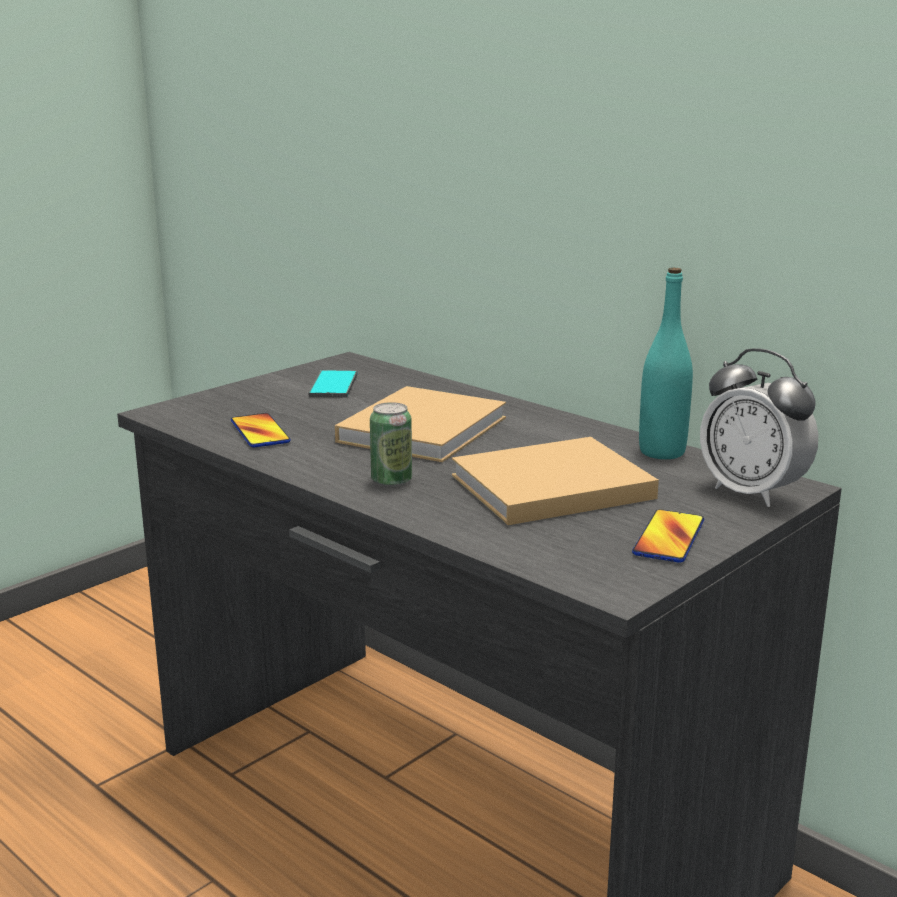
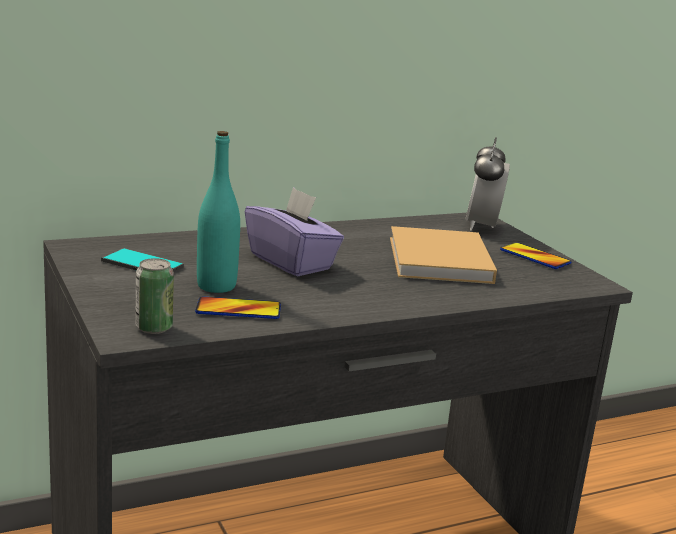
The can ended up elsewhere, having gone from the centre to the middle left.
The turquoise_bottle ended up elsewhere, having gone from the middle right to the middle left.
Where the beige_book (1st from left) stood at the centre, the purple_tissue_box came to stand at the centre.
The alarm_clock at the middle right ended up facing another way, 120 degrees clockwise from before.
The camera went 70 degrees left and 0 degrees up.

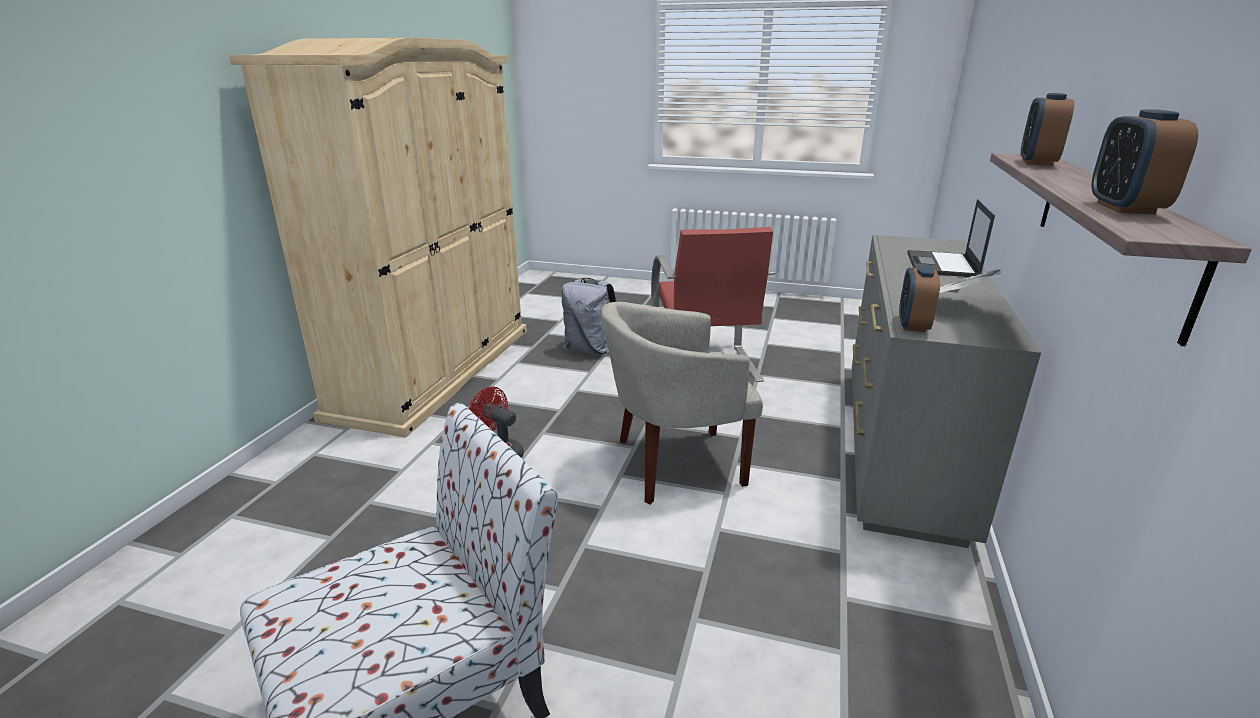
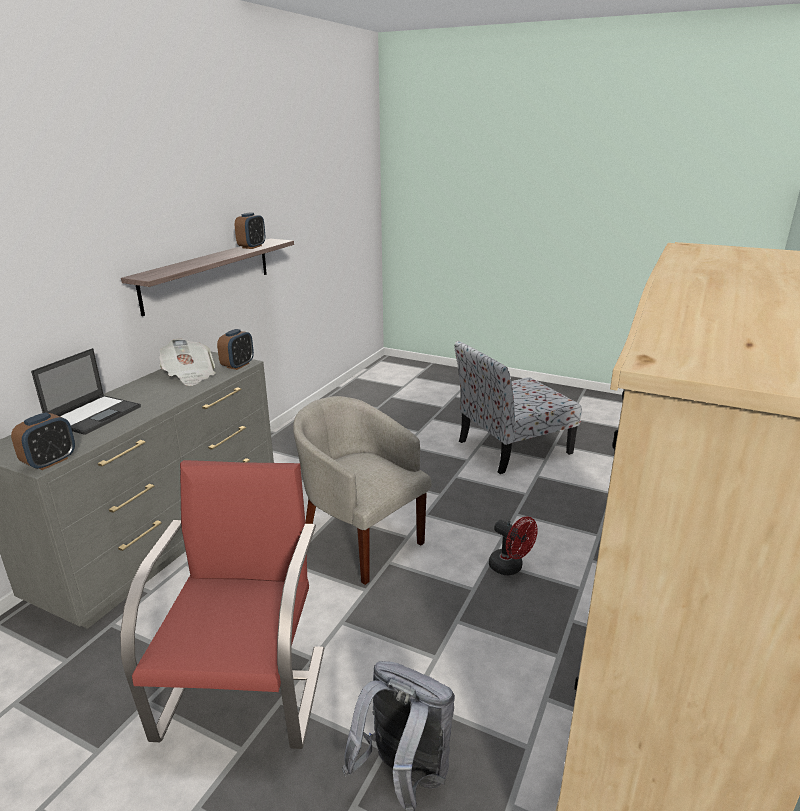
The alarm_clock (2nd from left in the first image) ended up elsewhere, having gone from the top right to the middle left.
The beige_armchair at the centre ended up facing another way, 135 degrees counterclockwise from before.
The camera went 170 degrees left and 0 degrees up.

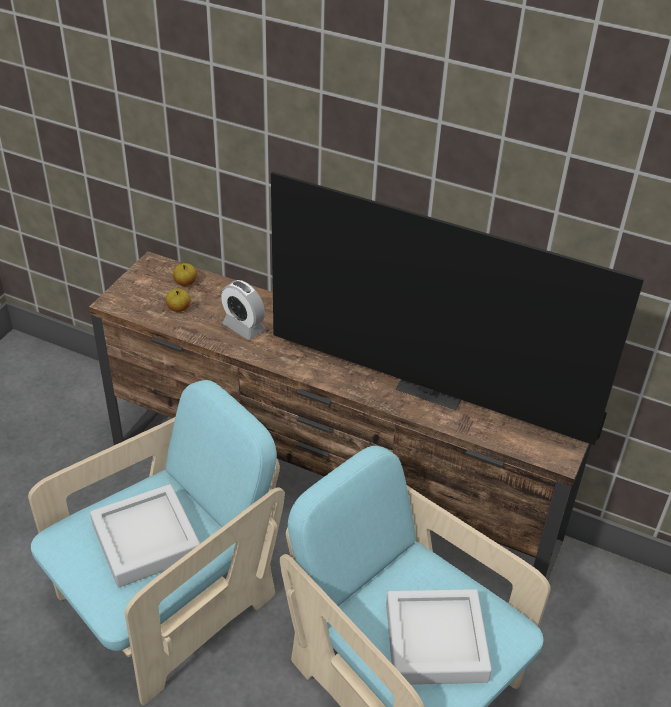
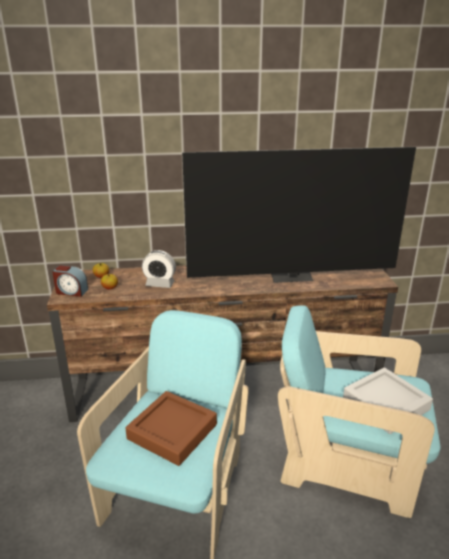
The second view gained the alarm_clock (1st from left) at the middle left.
What was the grey_tray (1st from left) at the bottom left turned into the brown_tray at the bottom centre.
The camera went 30 degrees left and 15 degrees down.

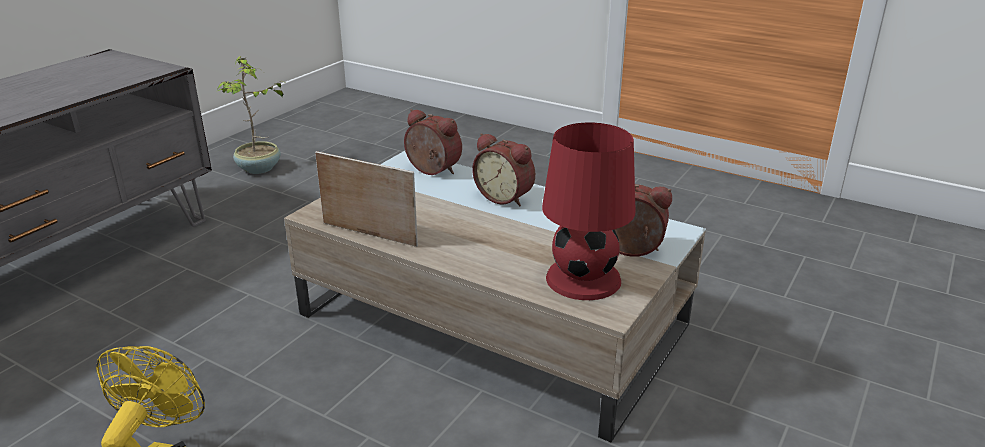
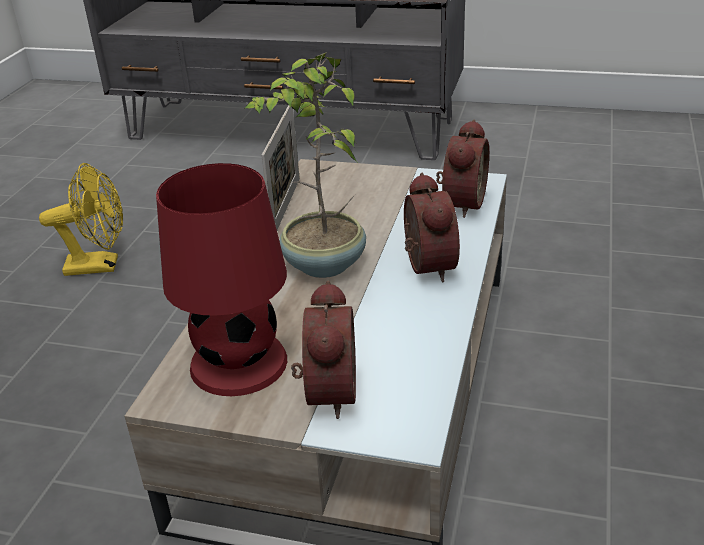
The potted_plant ended up elsewhere, having gone from the top left to the top centre.
The alarm_clock (2nd from left) at the centre ended up facing another way, 150 degrees clockwise from before.
The camera went 75 degrees right and 5 degrees up.

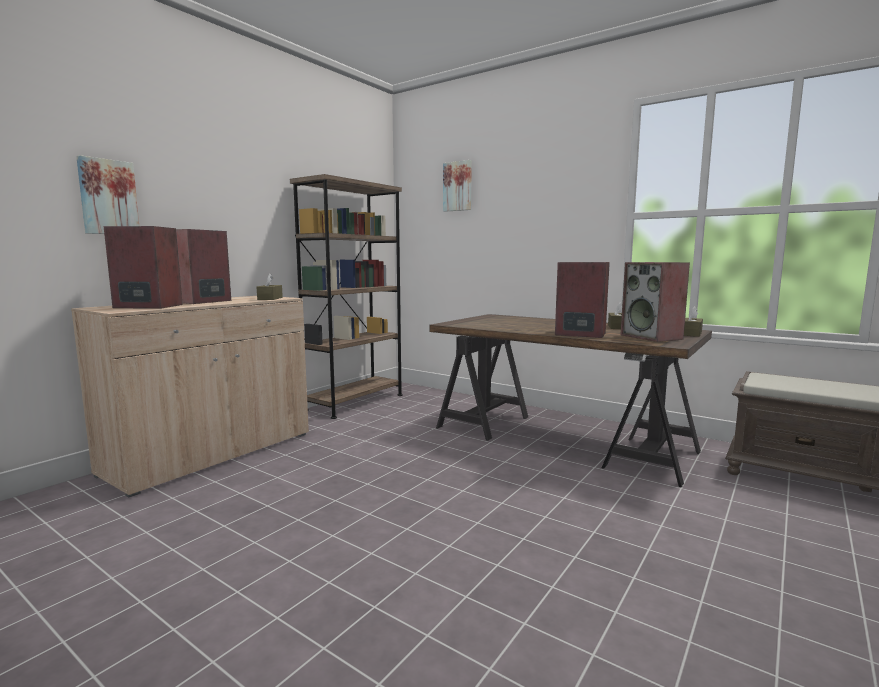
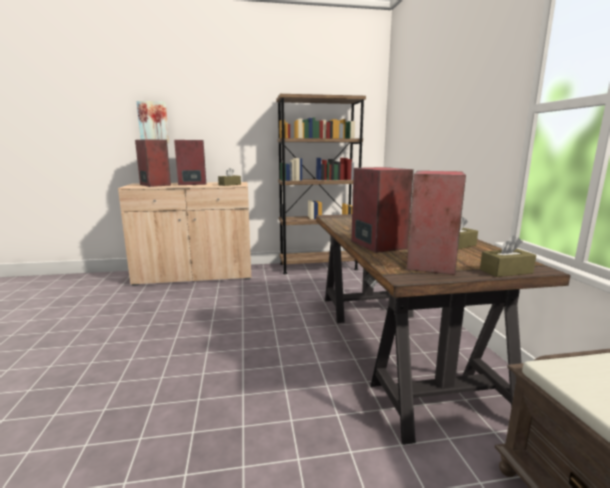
The second view lost the picture (2nd from left) at the top centre.
The camera went 45 degrees right and 5 degrees up.

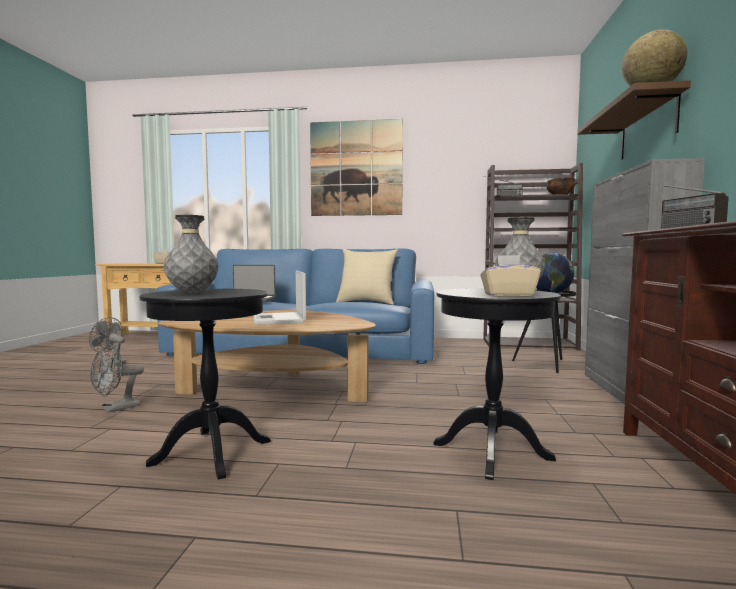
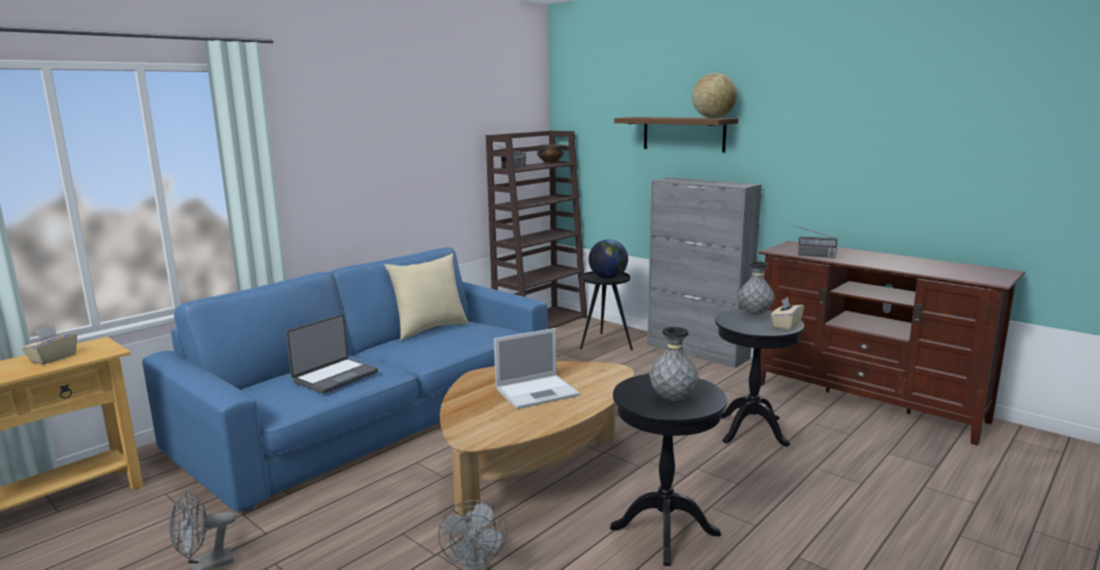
The laptop (2nd from left) at the centre ended up facing another way, 45 degrees counterclockwise from before.
The second view lost the picture at the top centre.
The camera went 55 degrees left and 10 degrees up.

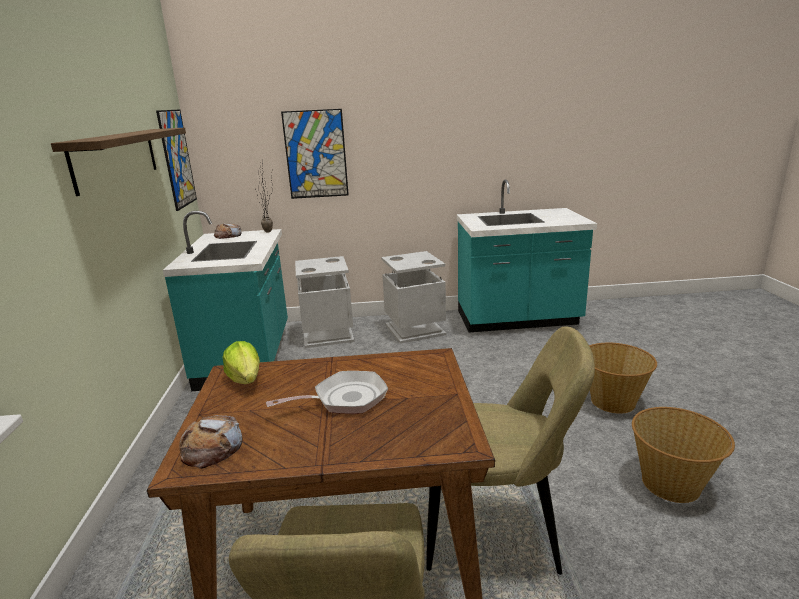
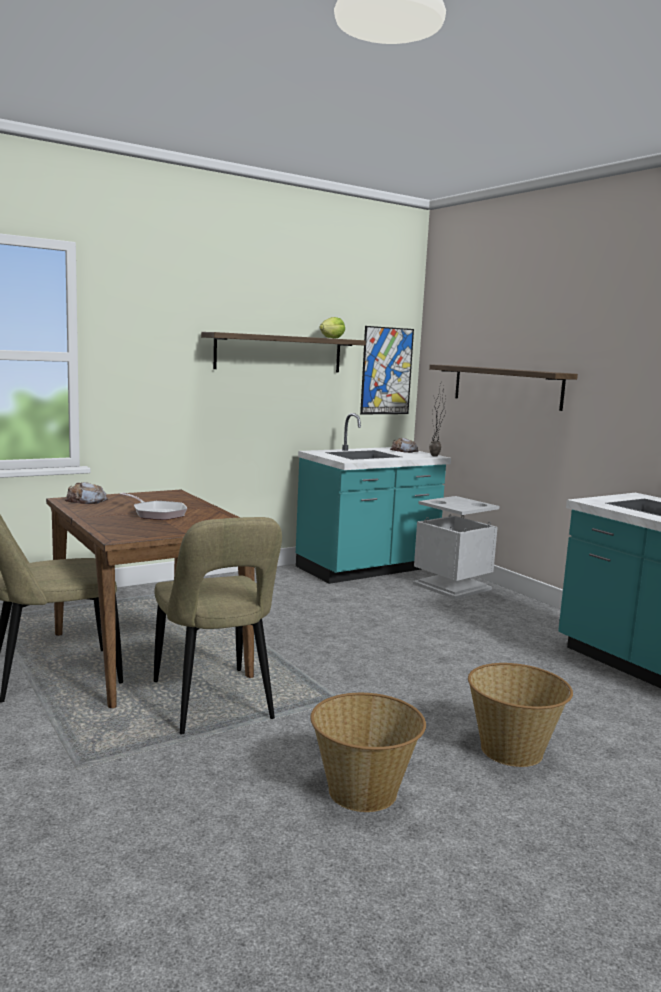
The lettuce ended up elsewhere, having gone from the middle left to the top centre.
Where the picture (2nd from left) hung at the top centre, the shelf (2nd from left) came to hang at the middle right.
The second view lost the grey_trash_can (2nd from left) at the centre.
The camera went 60 degrees right and 10 degrees down.

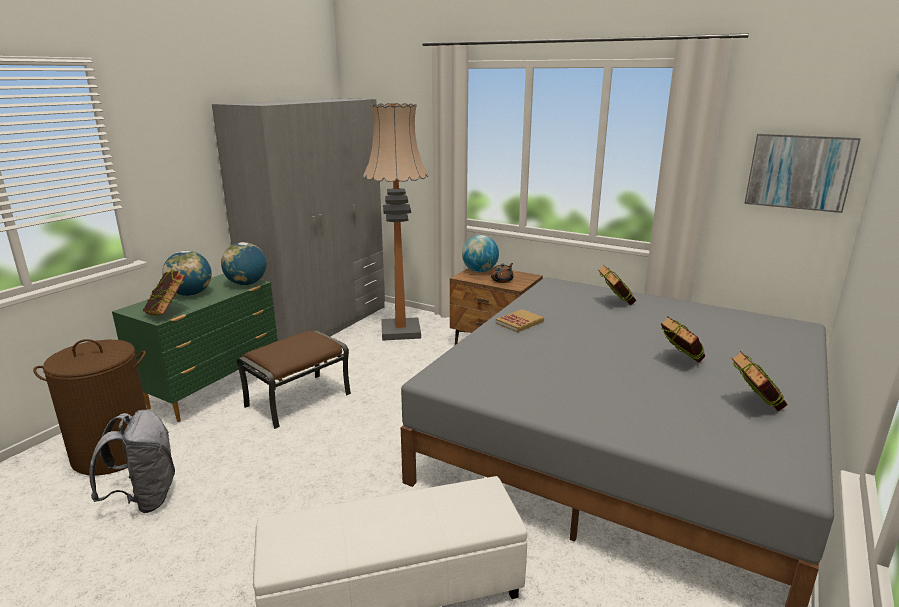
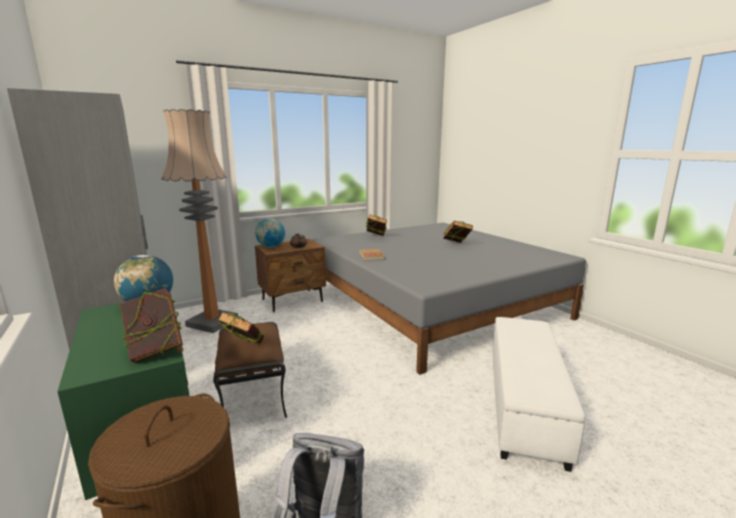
The book (5th from left in the first image) ended up elsewhere, having gone from the middle right to the middle left.
The second view lost the globe (1st from left) at the middle left.
The second view lost the picture at the top right.
The camera went 60 degrees left and 5 degrees down.

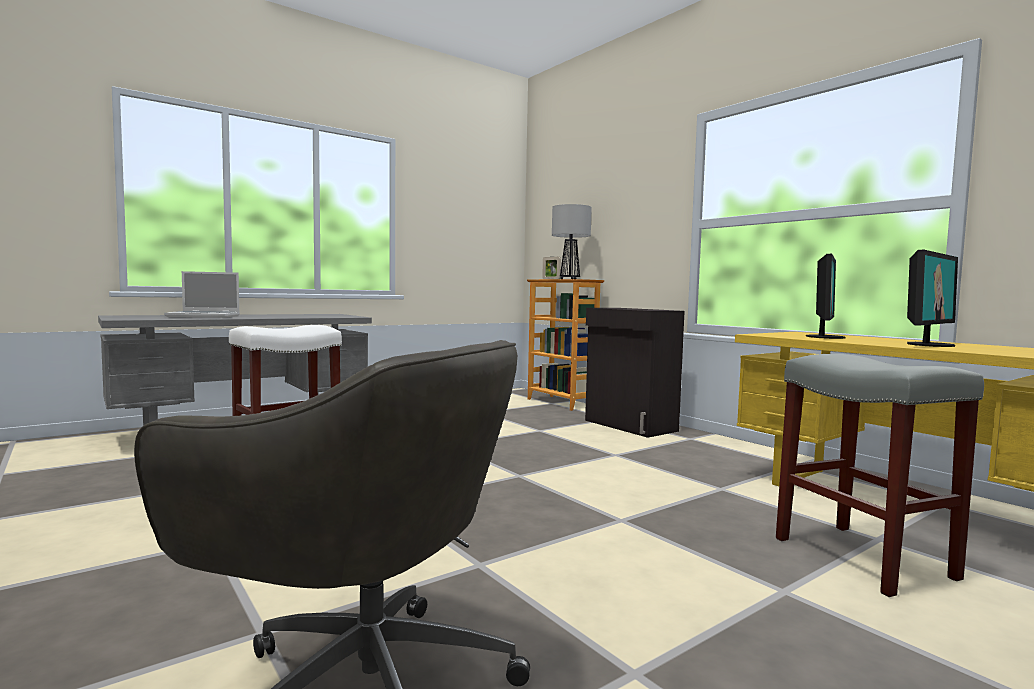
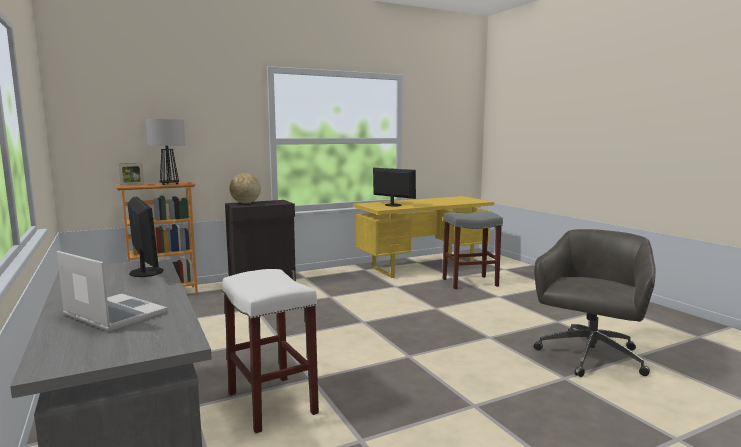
The laptop at the middle left ended up facing another way, 60 degrees counterclockwise from before.
The monitor (2nd from left in the first image) ended up elsewhere, having gone from the middle right to the middle left.
The second view gained the globe at the middle left.
The camera went 80 degrees left and 5 degrees up.

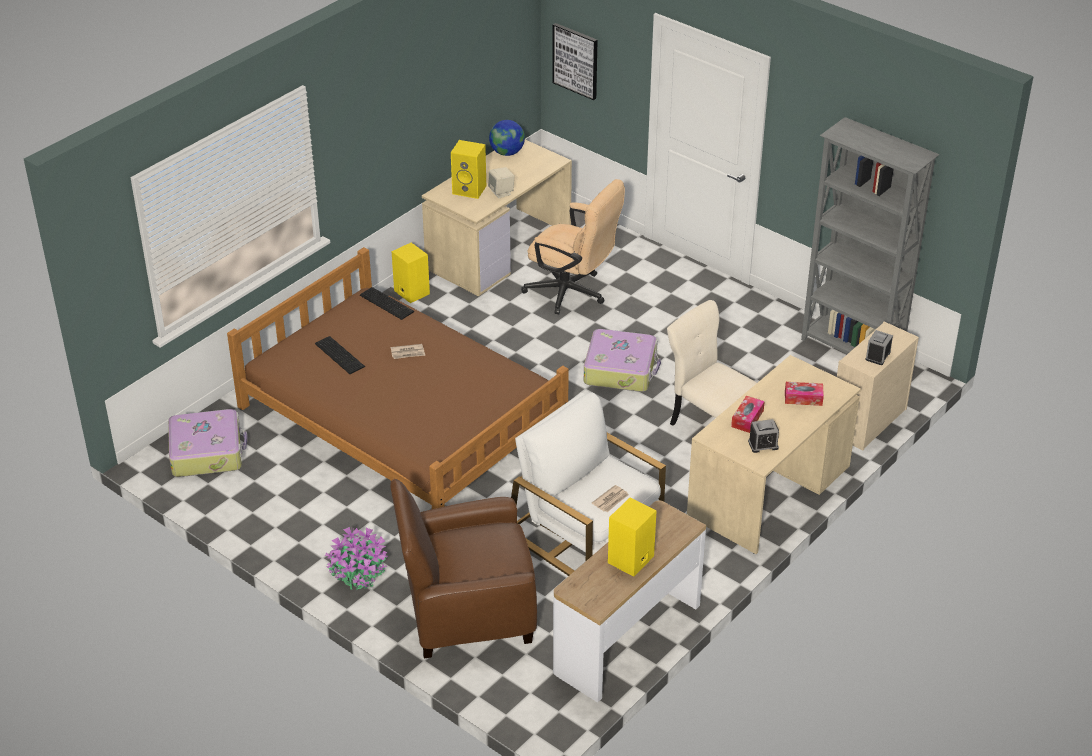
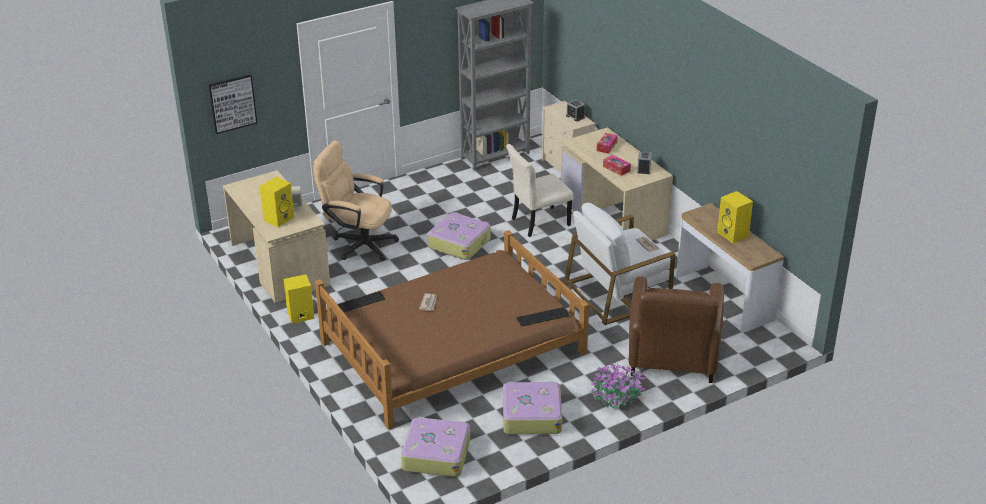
The beige_office_chair at the top centre ended up facing another way, 120 degrees counterclockwise from before.
The second view gained the suitcase (3rd from left) at the bottom centre.
The keyboard (1st from left in the first image) ended up elsewhere, having gone from the middle left to the centre.
The second view lost the globe at the top centre.
The camera went 70 degrees left and 5 degrees down.

